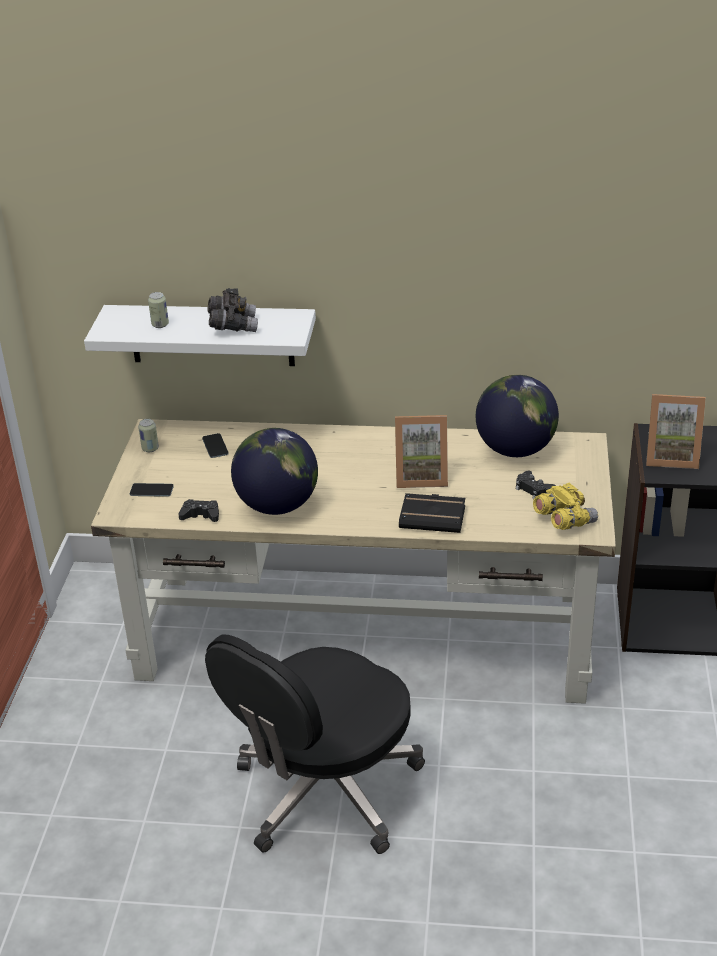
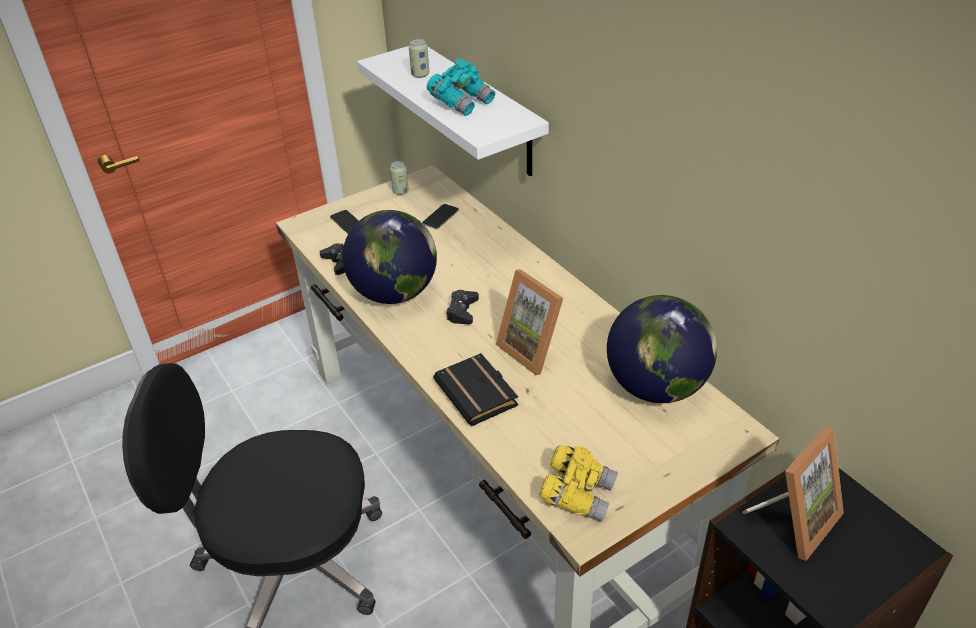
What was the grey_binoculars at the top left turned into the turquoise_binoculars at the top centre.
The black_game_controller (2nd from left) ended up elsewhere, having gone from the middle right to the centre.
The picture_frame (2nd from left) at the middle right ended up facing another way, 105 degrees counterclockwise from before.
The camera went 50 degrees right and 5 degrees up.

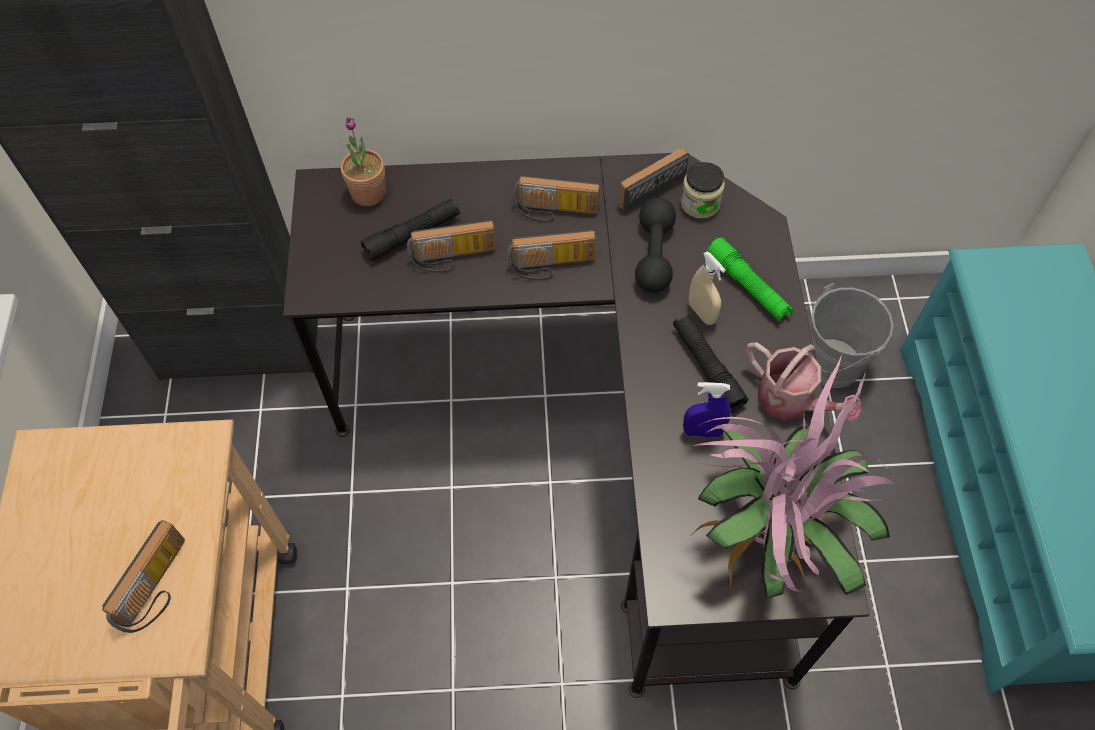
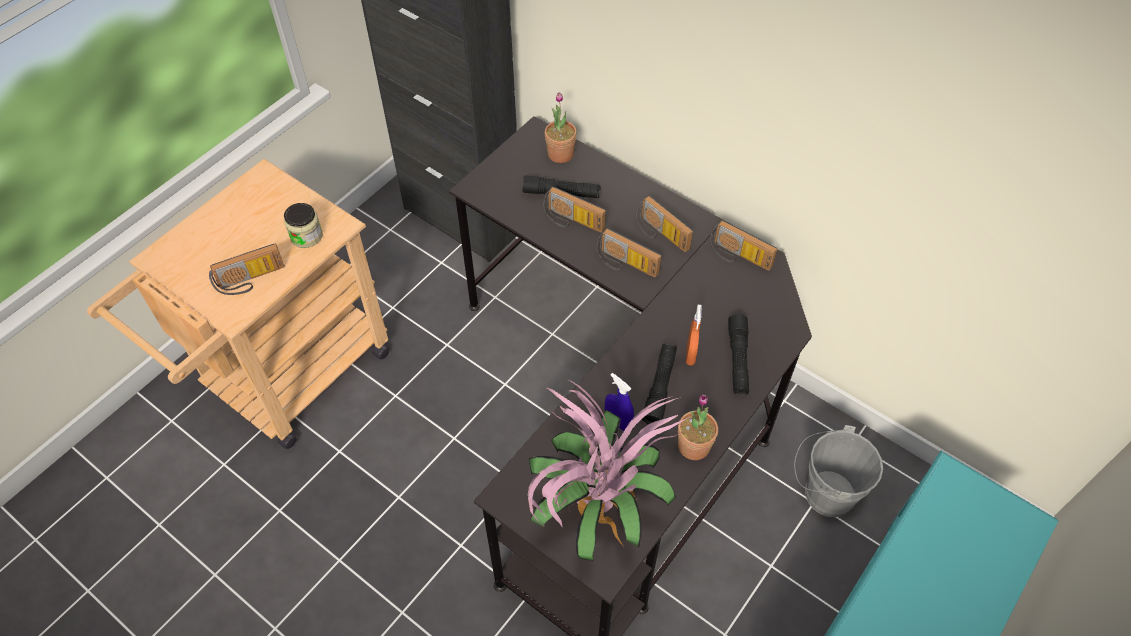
The jar ended up elsewhere, having gone from the top centre to the middle left.
Where the watering_can stood at the middle right, the potted_plant (3rd from left) came to stand at the bottom centre.
What was the beige_spray_bottle at the centre turned into the orange_spray_bottle at the centre.
The radio (5th from left) at the top centre ended up facing another way, 150 degrees counterclockwise from before.
What was the green_flashlight at the middle right turned into the black_flashlight (3rd from left) at the centre.
The second view lost the black_dumbbell at the centre.
The camera went 40 degrees right and 5 degrees down.

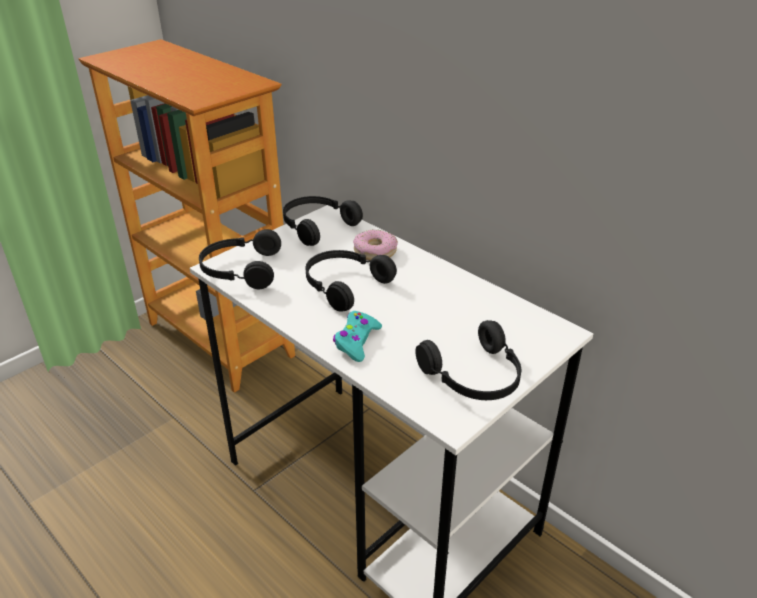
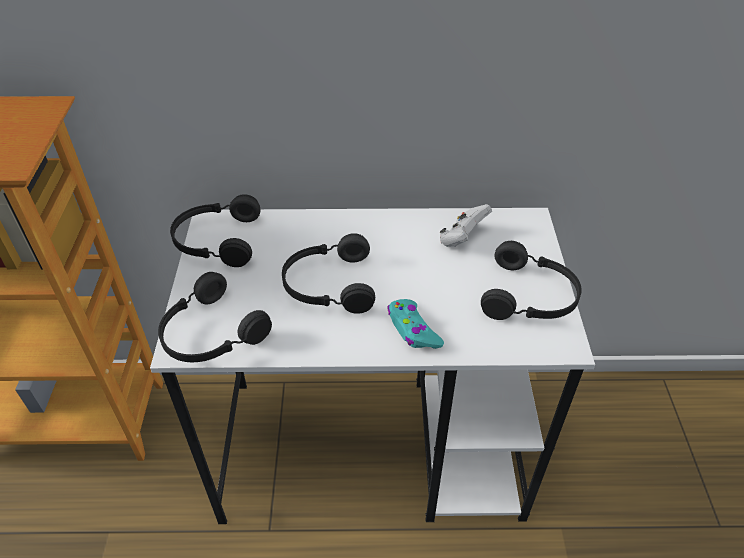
The second view gained the white_game_controller at the centre.
The second view lost the donut at the centre.
The camera went 45 degrees left and 10 degrees up.

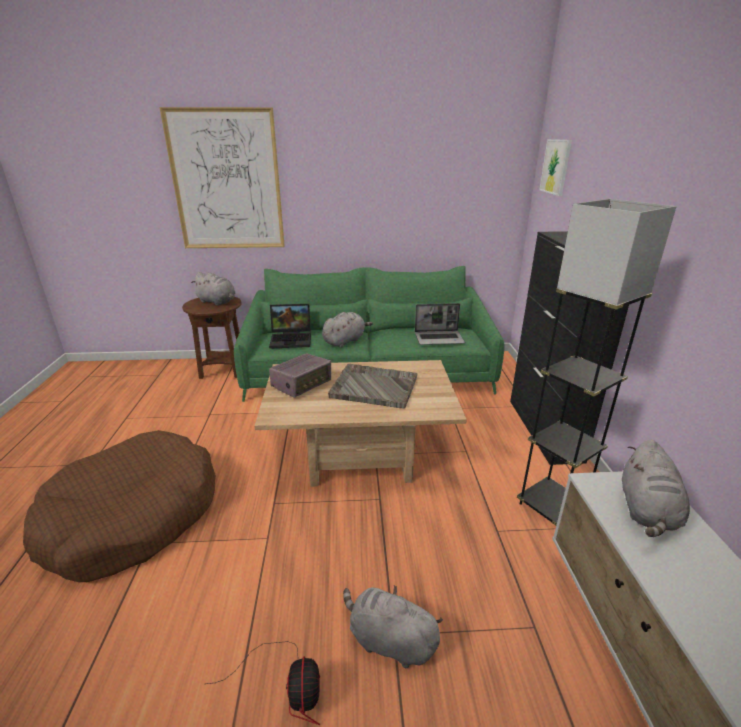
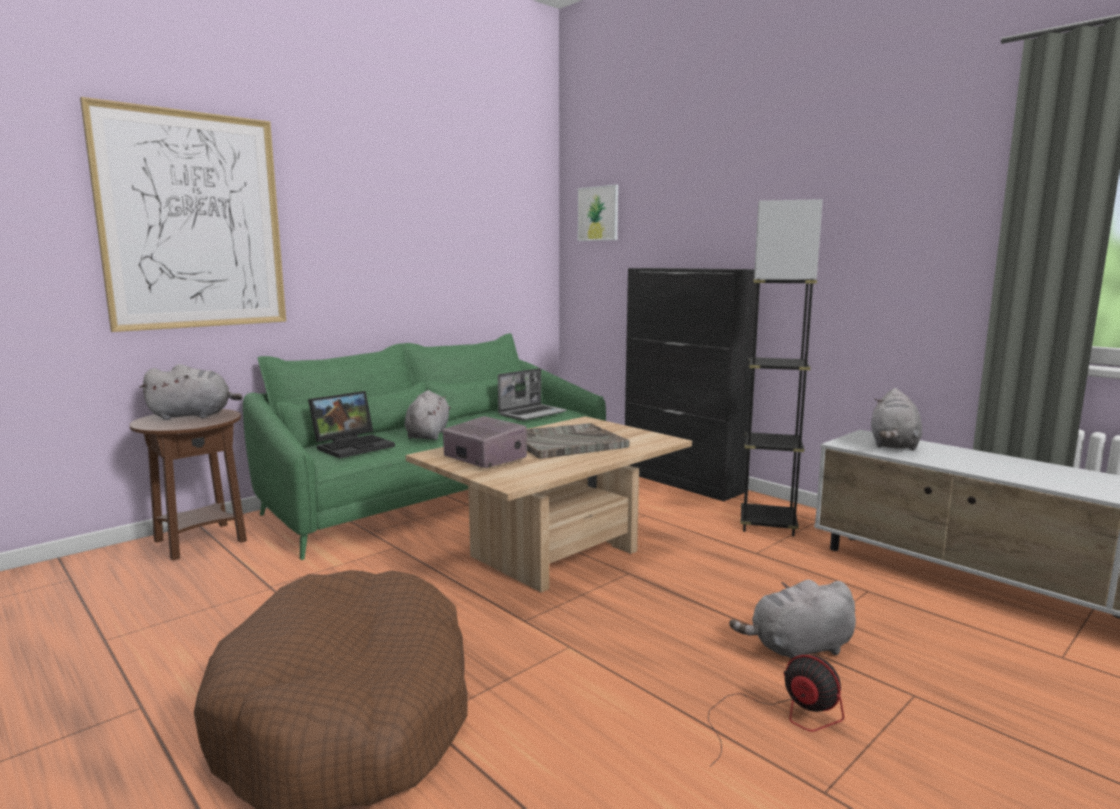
The radio at the centre ended up facing another way, 45 degrees counterclockwise from before.
The grey_plush_toy (4th from left) at the bottom right ended up facing another way, 45 degrees clockwise from before.
The camera went 40 degrees left and 15 degrees down.

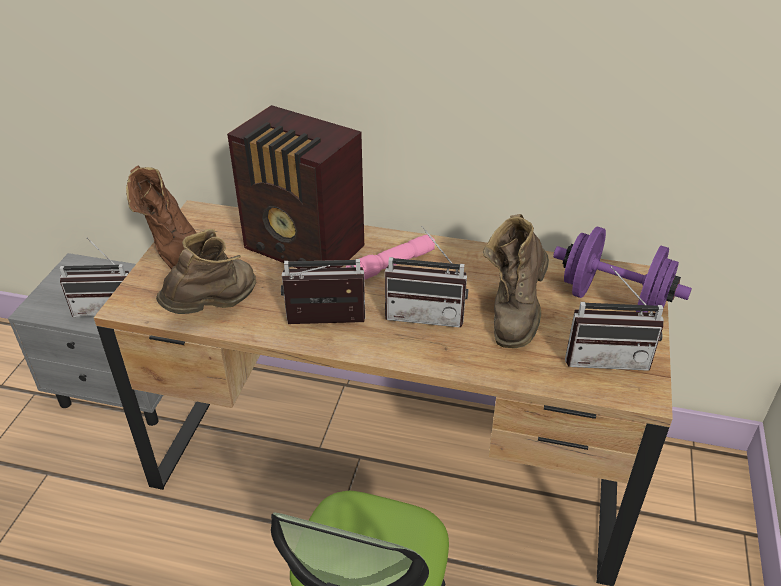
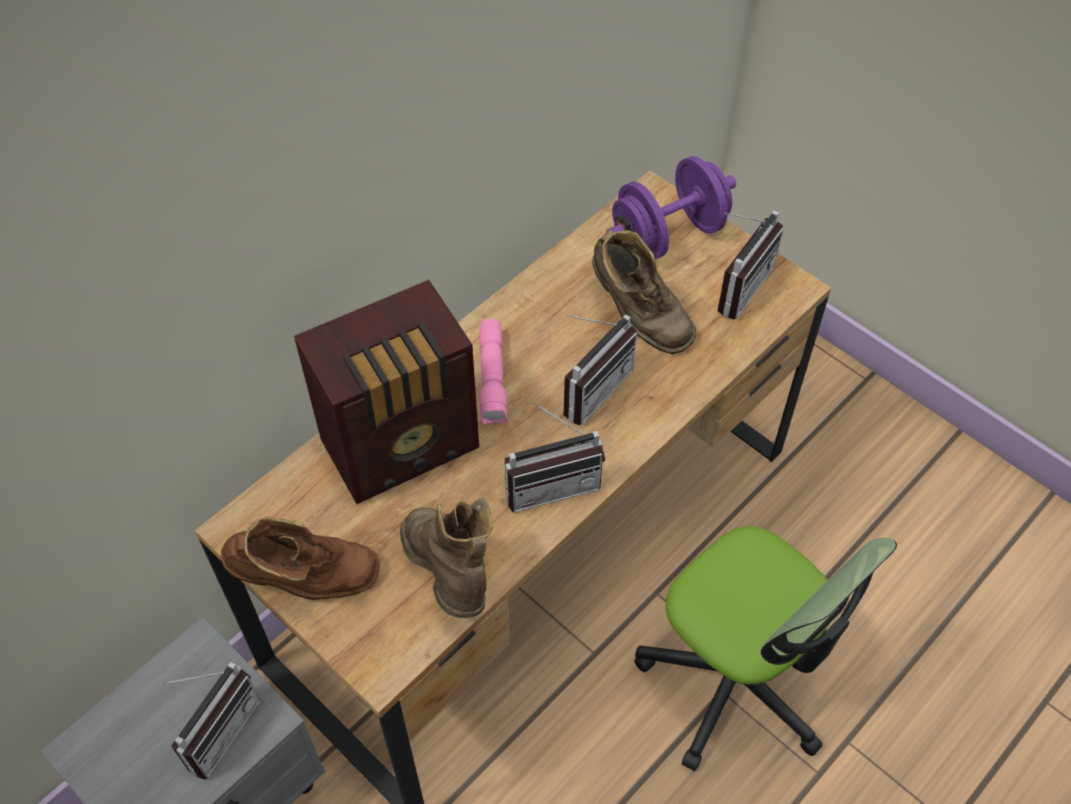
The radio (3rd from left) at the centre ended up facing another way, 135 degrees counterclockwise from before.
The camera went 60 degrees left and 15 degrees up.

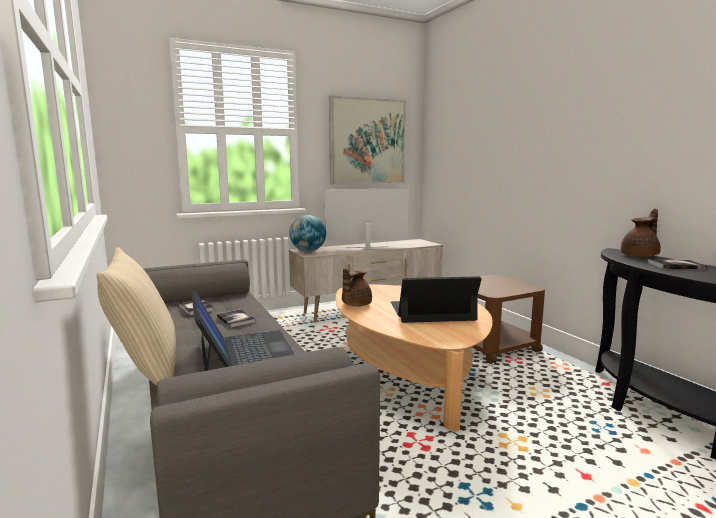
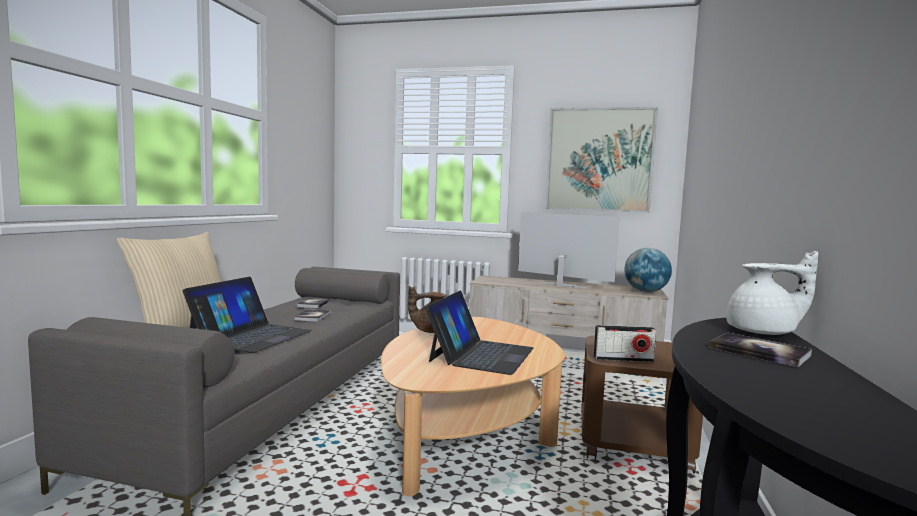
The laptop (2nd from left) at the centre ended up facing another way, 75 degrees clockwise from before.
The second view gained the radio at the middle right.
The globe ended up elsewhere, having gone from the centre to the middle right.
What was the brown_teapot (2nd from left) at the middle right turned into the white_teapot at the middle right.
The camera went 40 degrees right and 5 degrees down.

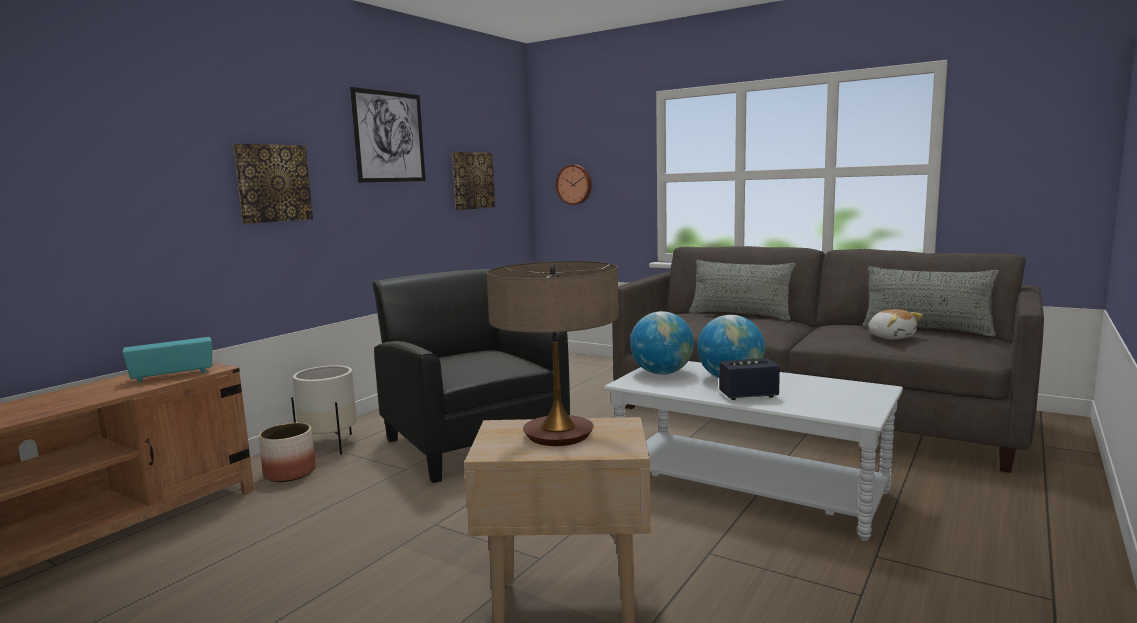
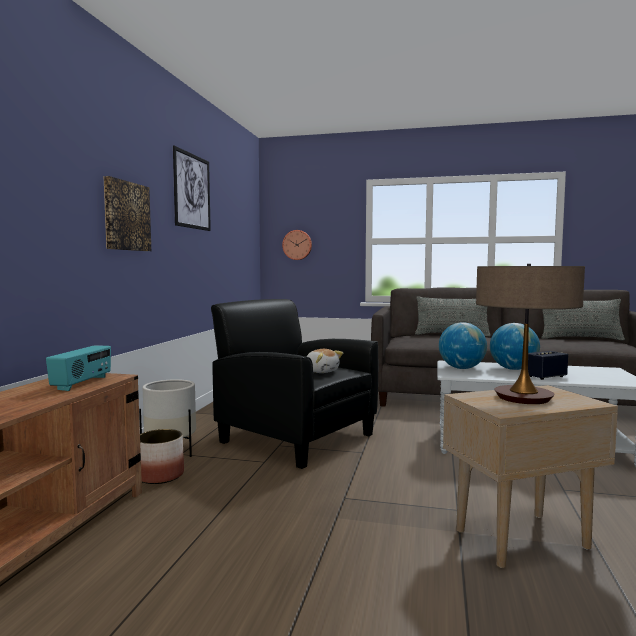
The radio at the middle left ended up facing another way, 150 degrees clockwise from before.
The plush_toy ended up elsewhere, having gone from the middle right to the centre.
The second view lost the picture (3rd from left) at the top centre.
The camera went 20 degrees left and 5 degrees down.

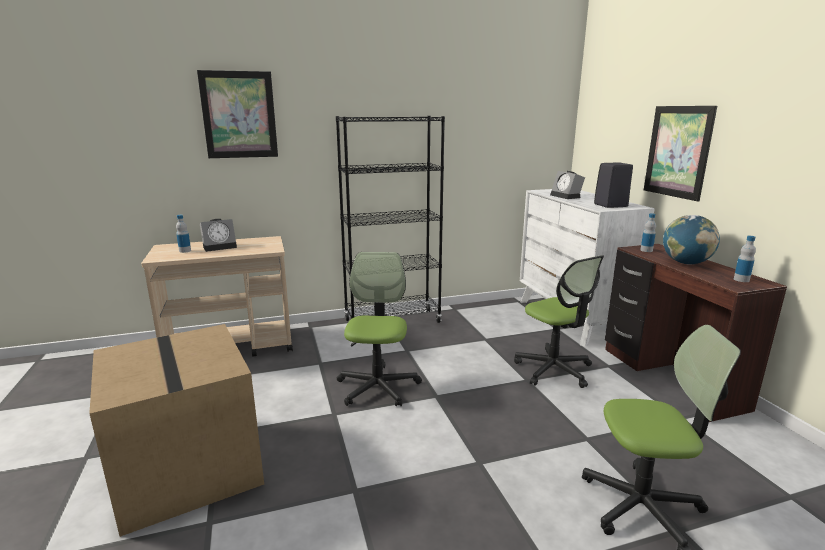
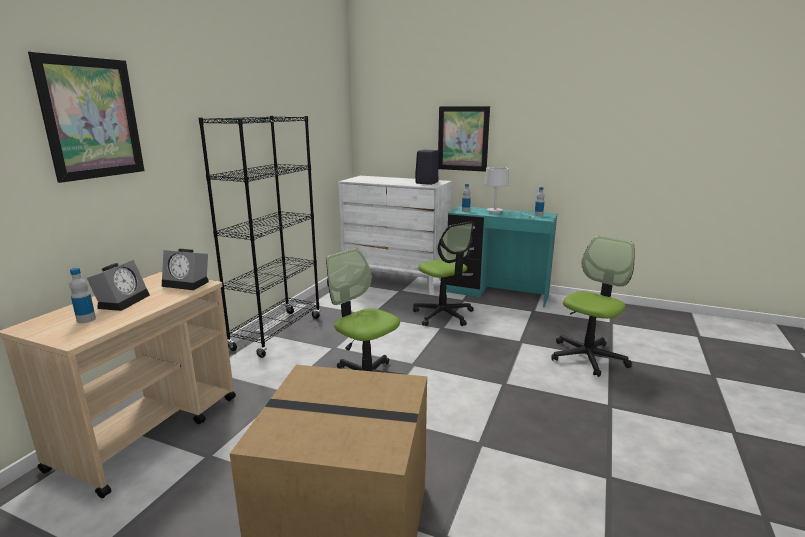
The alarm_clock (2nd from left) ended up elsewhere, having gone from the middle right to the middle left.
The office_chair (2nd from left) at the middle right ended up facing another way, 45 degrees clockwise from before.
What was the brown_desk at the middle right turned into the turquoise_desk at the centre.
Where the globe stood at the middle right, the white_table_lamp came to stand at the centre.
The camera went 50 degrees left and 0 degrees up.

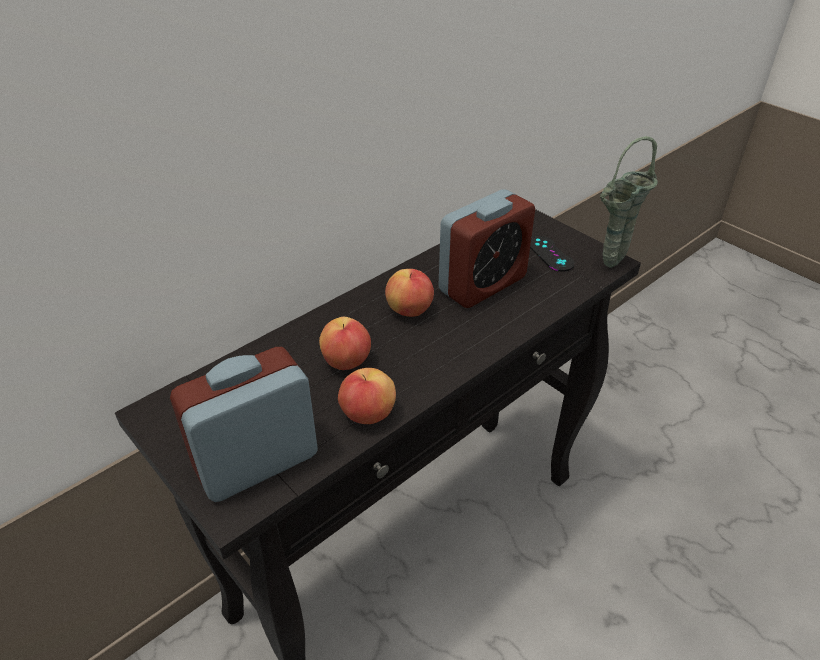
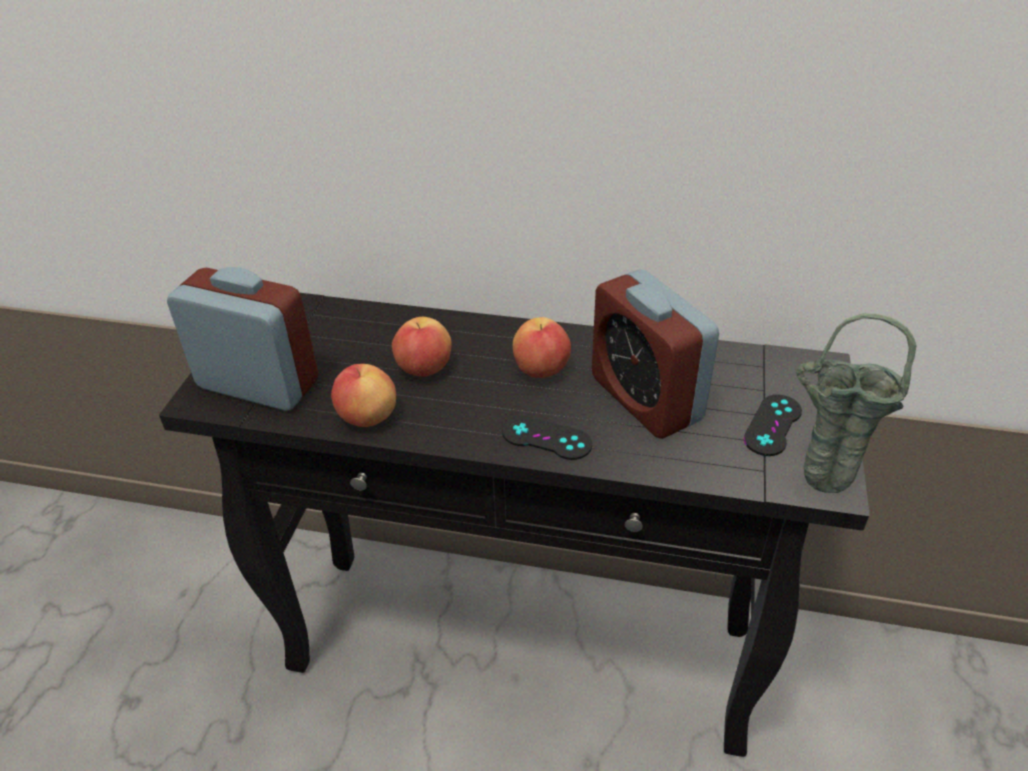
The second view gained the black_game_controller (1st from left) at the centre.
The alarm_clock (2nd from left) at the centre ended up facing another way, 45 degrees clockwise from before.
The camera went 55 degrees right and 0 degrees up.

